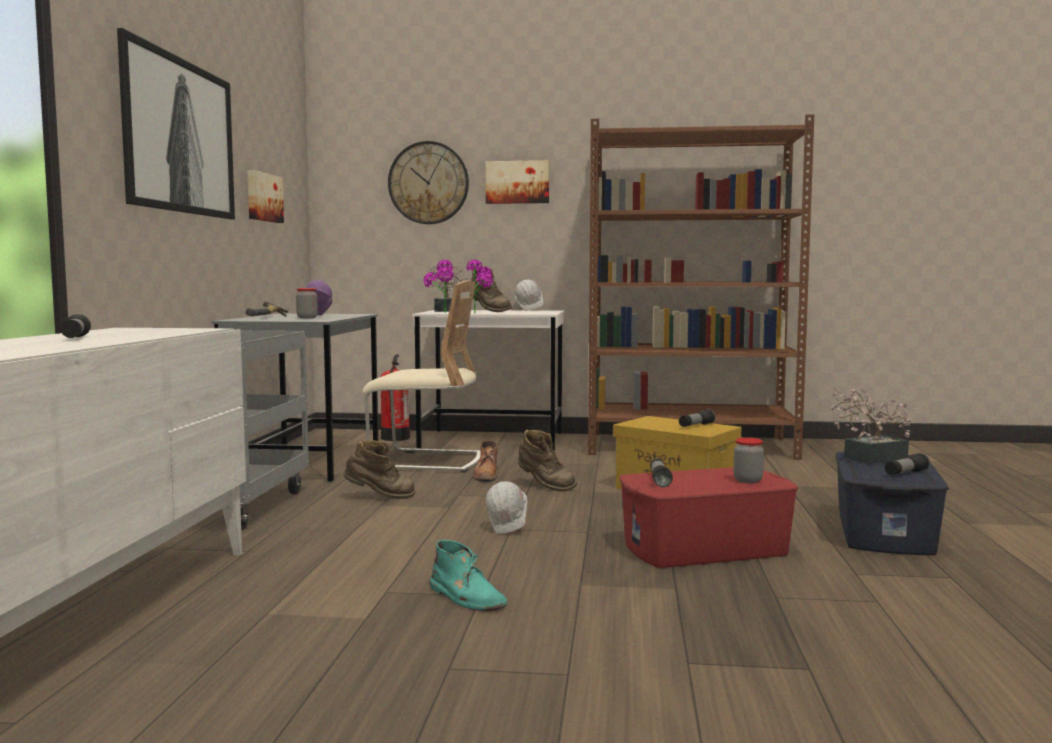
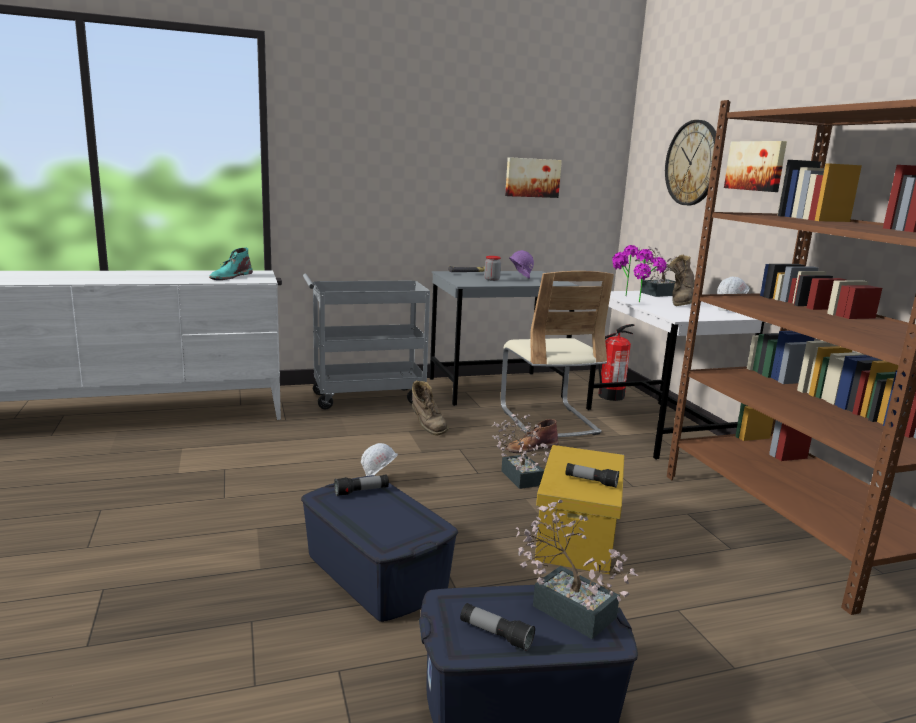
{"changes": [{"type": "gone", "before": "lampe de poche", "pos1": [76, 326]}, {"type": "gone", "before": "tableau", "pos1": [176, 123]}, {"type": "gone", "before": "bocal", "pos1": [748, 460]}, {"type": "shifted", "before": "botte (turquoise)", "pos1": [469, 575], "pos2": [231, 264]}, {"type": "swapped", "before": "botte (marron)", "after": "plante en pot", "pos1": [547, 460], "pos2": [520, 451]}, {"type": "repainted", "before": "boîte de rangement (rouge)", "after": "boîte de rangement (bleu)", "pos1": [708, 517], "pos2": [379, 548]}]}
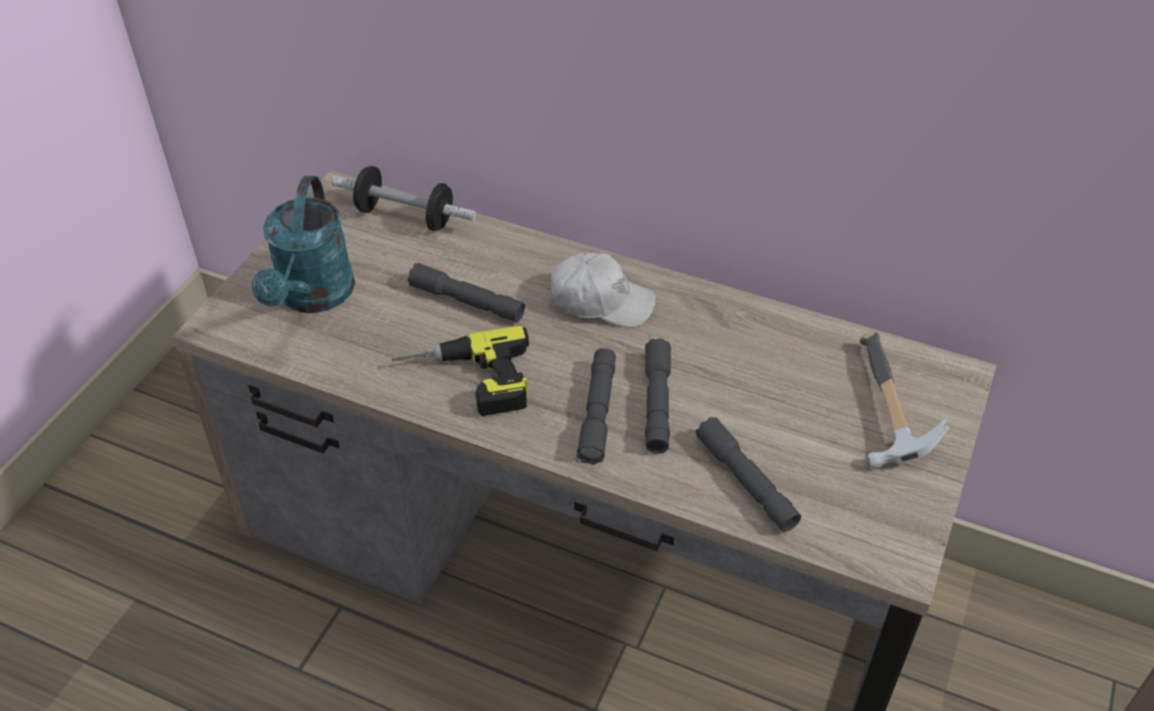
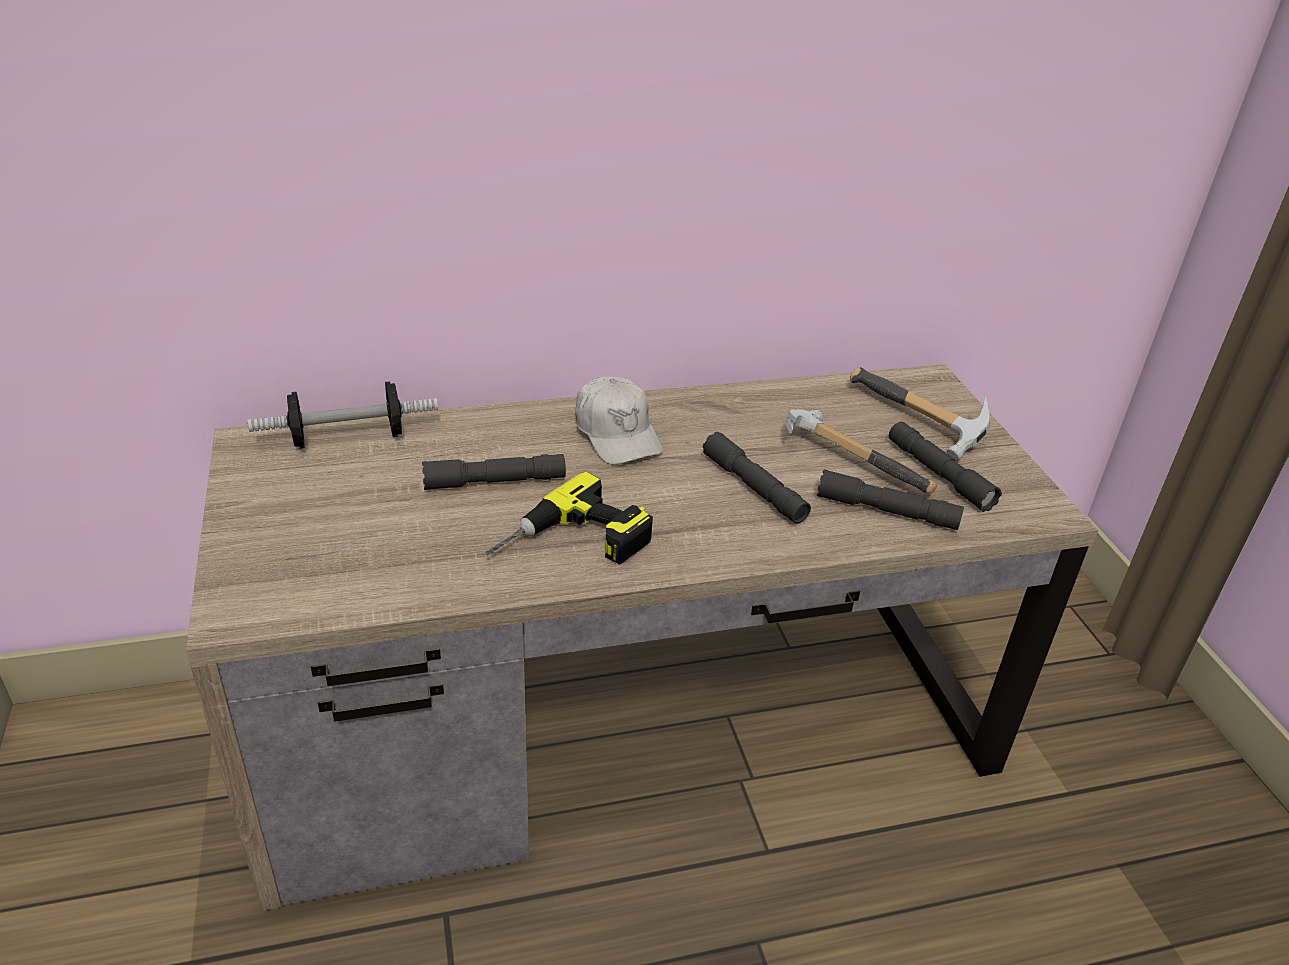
{"changes": [{"type": "gone", "before": "arrosoir (turquoise)", "pos1": [303, 244]}, {"type": "new", "after": "marteau", "pos2": [861, 451]}, {"type": "shifted", "before": "lampe de poche (gris)", "pos1": [596, 406], "pos2": [945, 467]}, {"type": "rotated", "before": "casquette (blanc)", "pos1": [603, 290], "pos2": [619, 420], "turn": 90}]}
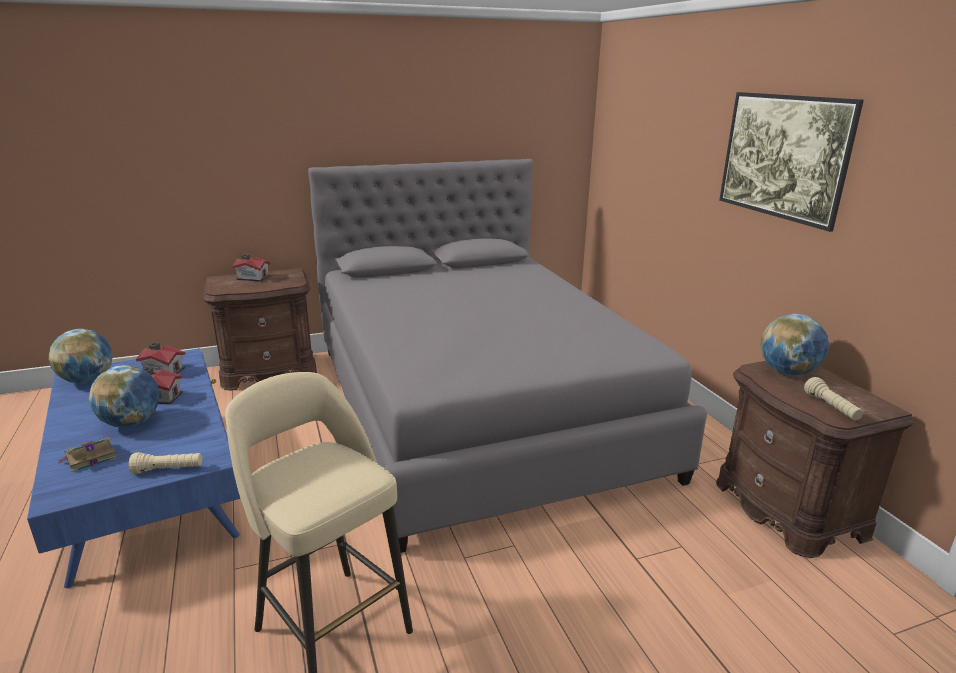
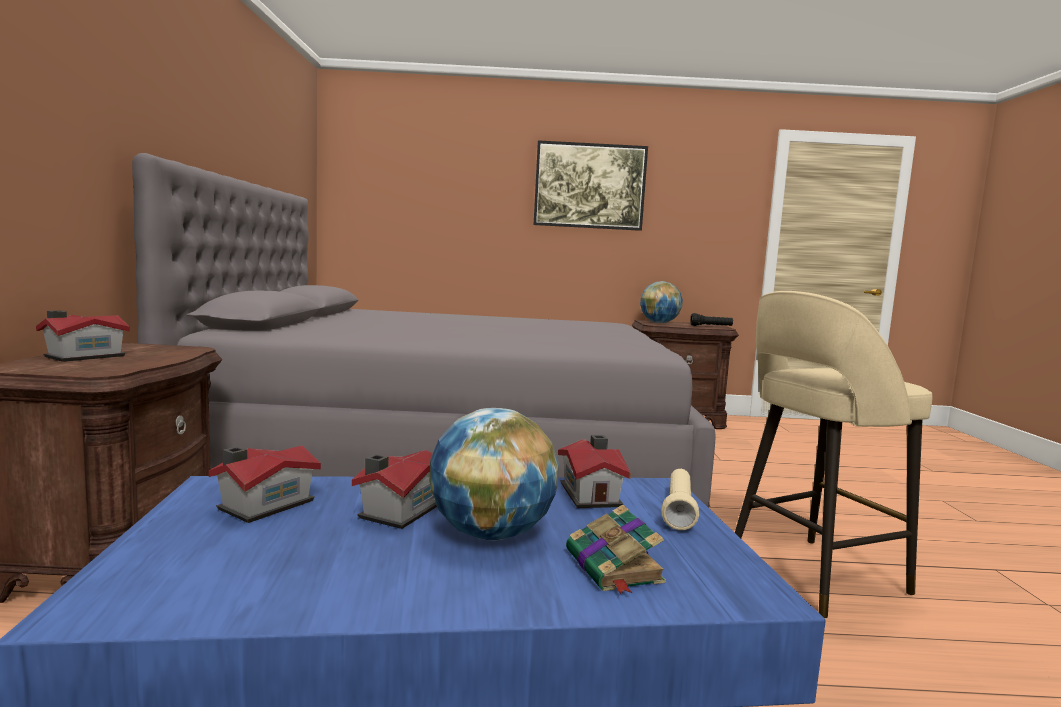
{"changes": [{"type": "gone", "before": "globe", "pos1": [81, 356]}, {"type": "new", "after": "maison miniature", "pos2": [594, 471]}, {"type": "repainted", "before": "lampe de poche (beige)", "after": "lampe de poche (noir)", "pos1": [833, 399], "pos2": [712, 319]}]}
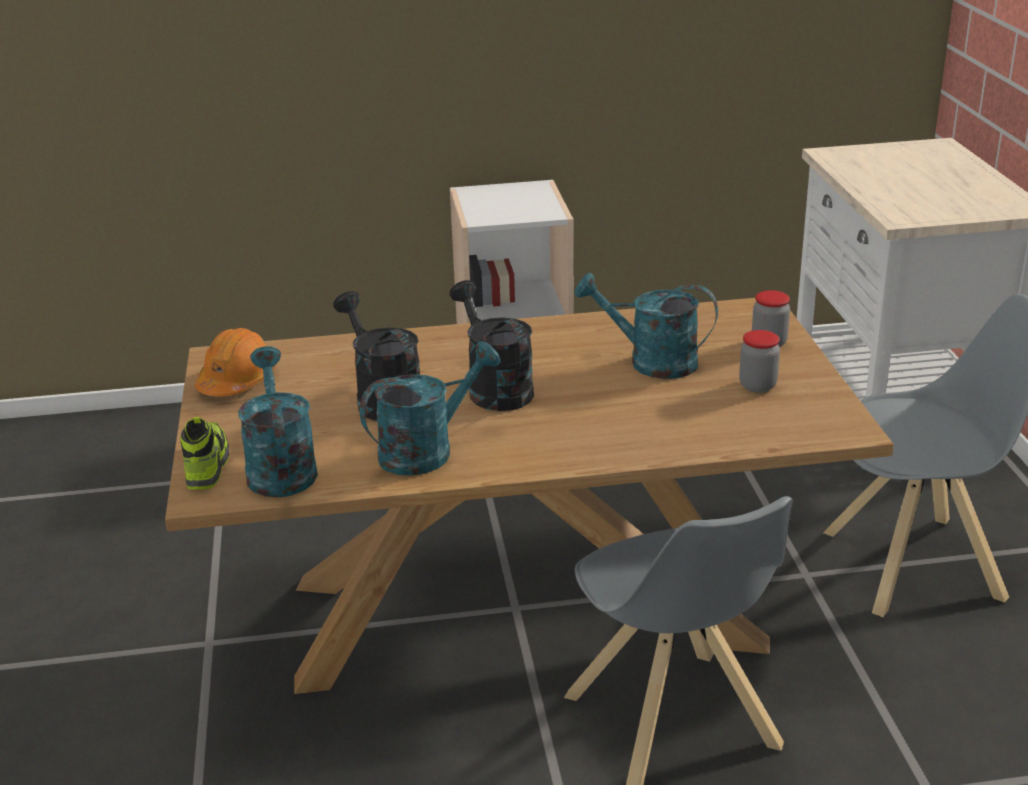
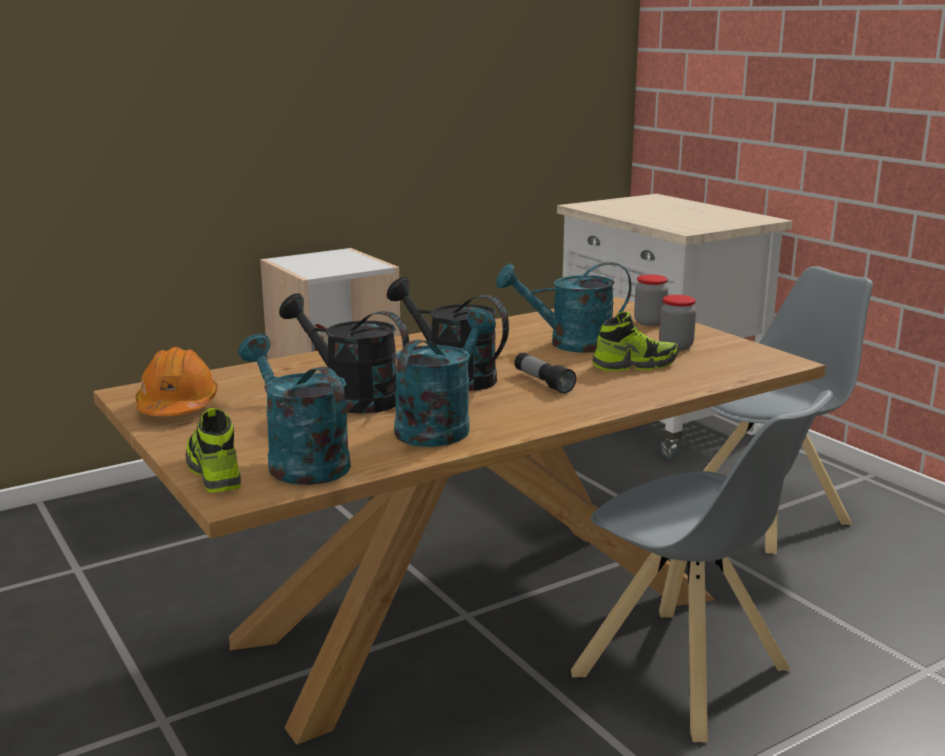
{"changes": [{"type": "new", "after": "lampe de poche", "pos2": [545, 373]}, {"type": "new", "after": "chaussure", "pos2": [635, 341]}]}
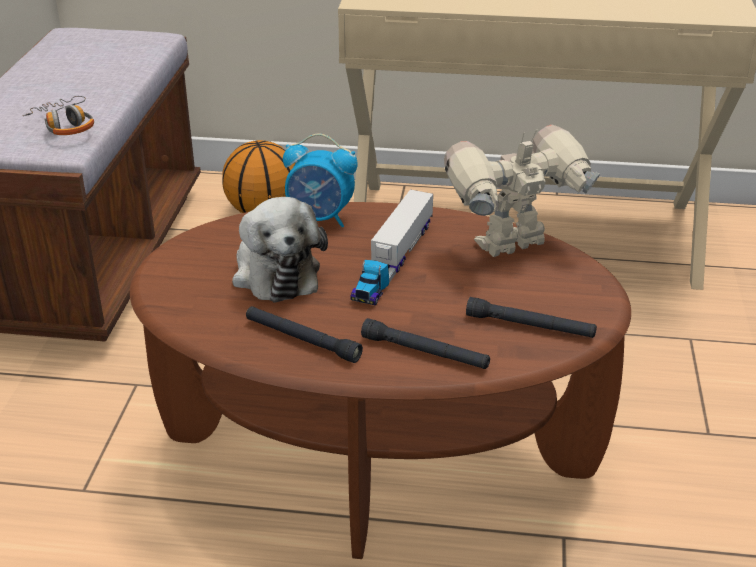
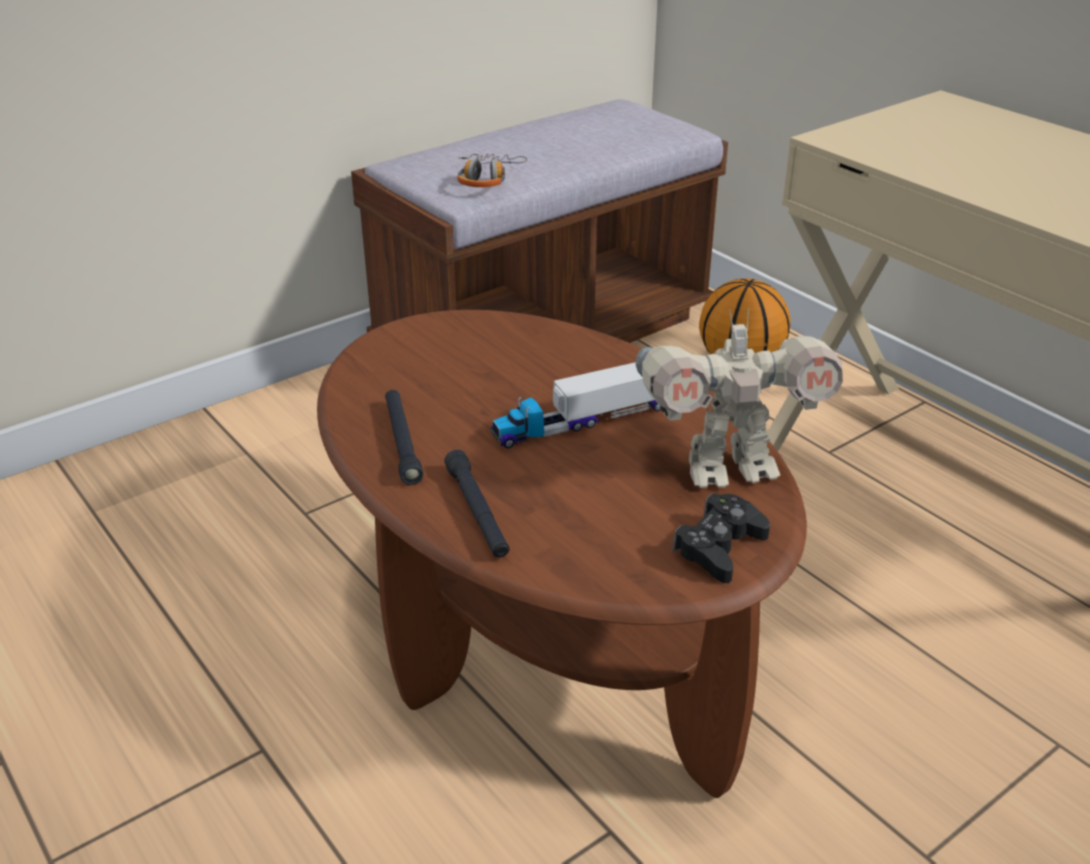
{"changes": [{"type": "gone", "before": "peluche", "pos1": [280, 249]}, {"type": "gone", "before": "réveil", "pos1": [320, 180]}, {"type": "gone", "before": "lampe de poche (noir)", "pos1": [531, 317]}, {"type": "new", "after": "manette (noir)", "pos2": [721, 538]}, {"type": "rotated", "before": "robot jouet", "pos1": [522, 191], "pos2": [739, 397], "turn": 150}]}
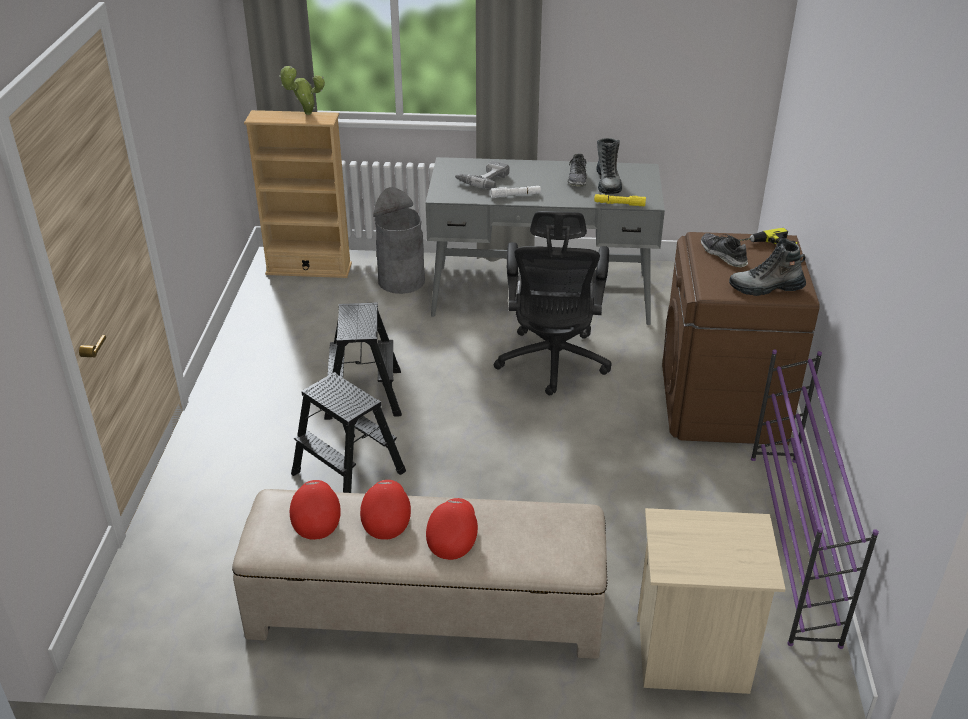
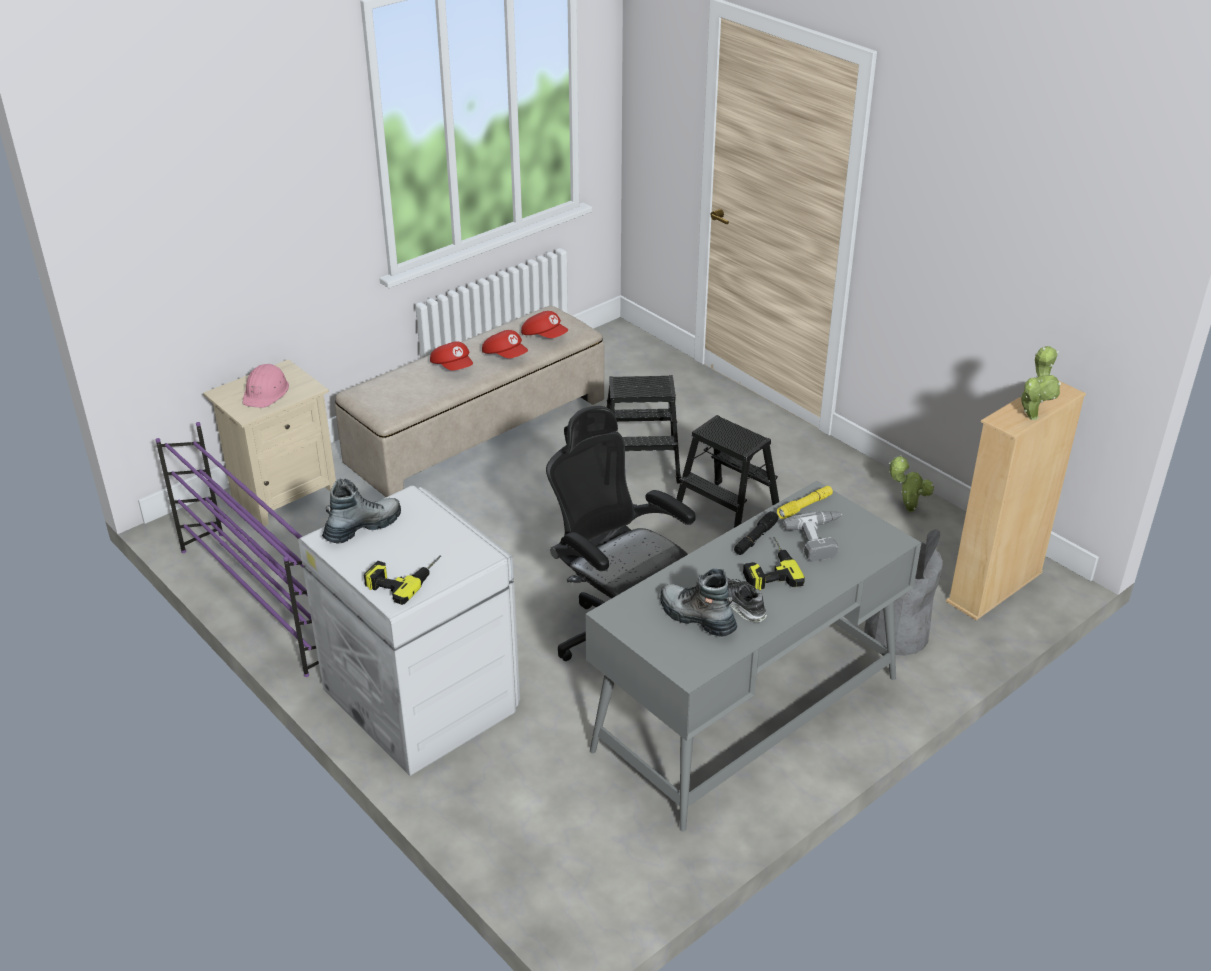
{"changes": [{"type": "gone", "before": "chaussure", "pos1": [724, 250]}, {"type": "new", "after": "casque de chantier (rose)", "pos2": [266, 386]}, {"type": "new", "after": "perceuse", "pos2": [774, 564]}, {"type": "new", "after": "plante en pot", "pos2": [911, 484]}, {"type": "shifted", "before": "lampe de poche (jaune)", "pos1": [620, 200], "pos2": [805, 502]}, {"type": "repainted", "before": "lampe de poche (blanc)", "after": "lampe de poche (noir)", "pos1": [515, 192], "pos2": [756, 533]}, {"type": "repainted", "before": "lave-linge (marron)", "after": "lave-linge (blanc)", "pos1": [741, 338], "pos2": [409, 630]}]}
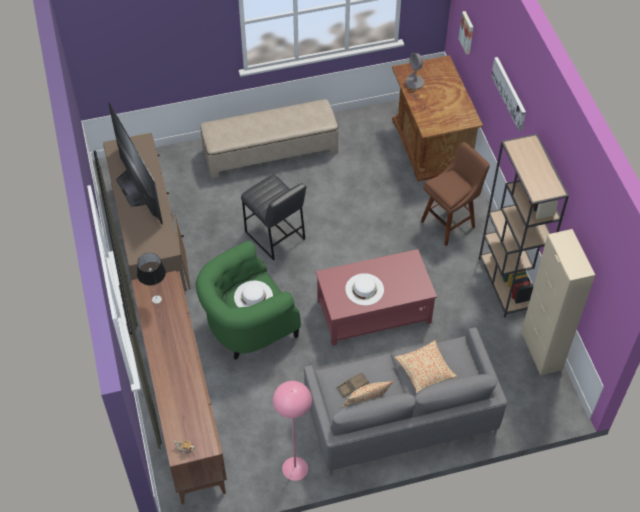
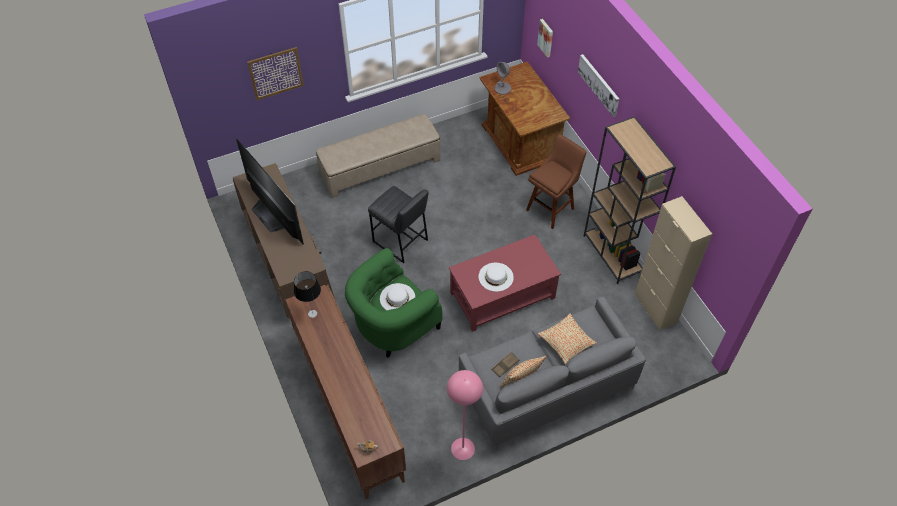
{"changes": [{"type": "new", "after": "tableau", "pos2": [275, 73]}]}
